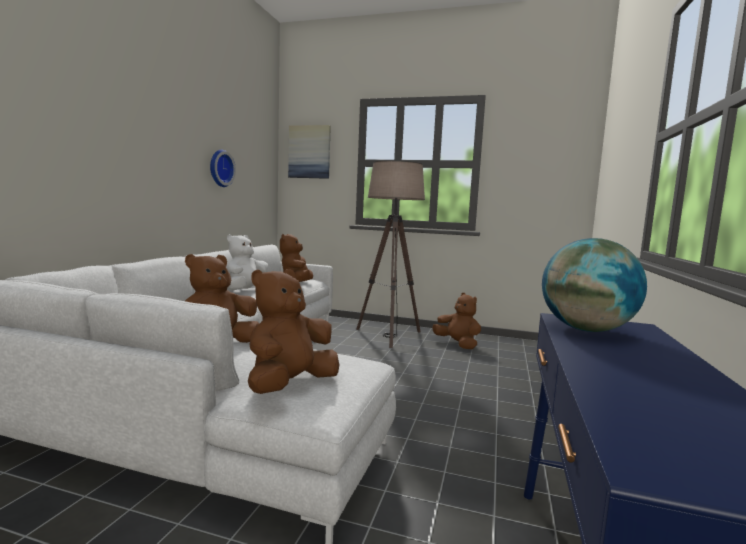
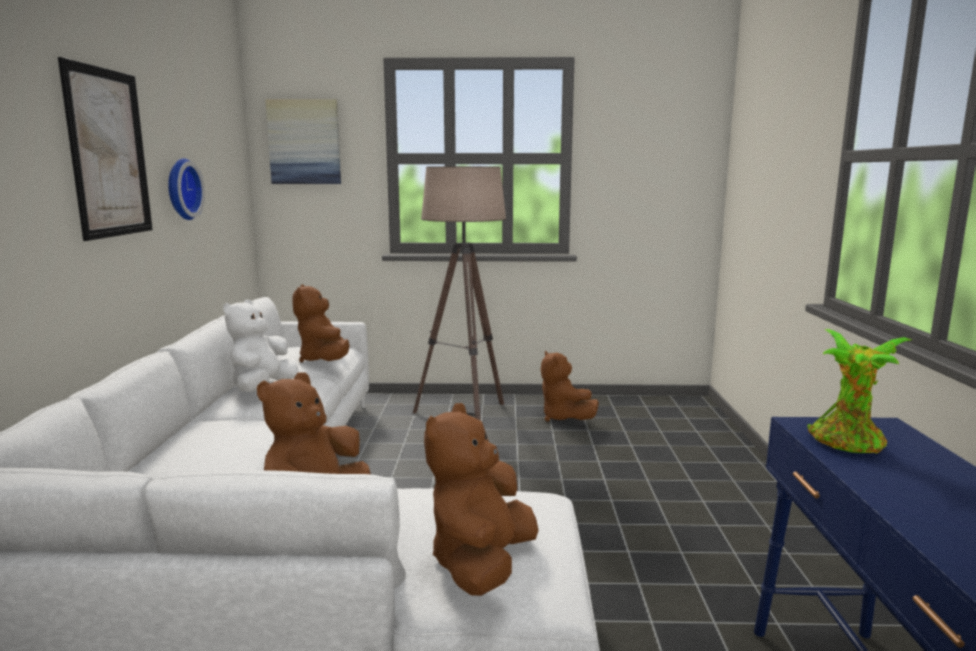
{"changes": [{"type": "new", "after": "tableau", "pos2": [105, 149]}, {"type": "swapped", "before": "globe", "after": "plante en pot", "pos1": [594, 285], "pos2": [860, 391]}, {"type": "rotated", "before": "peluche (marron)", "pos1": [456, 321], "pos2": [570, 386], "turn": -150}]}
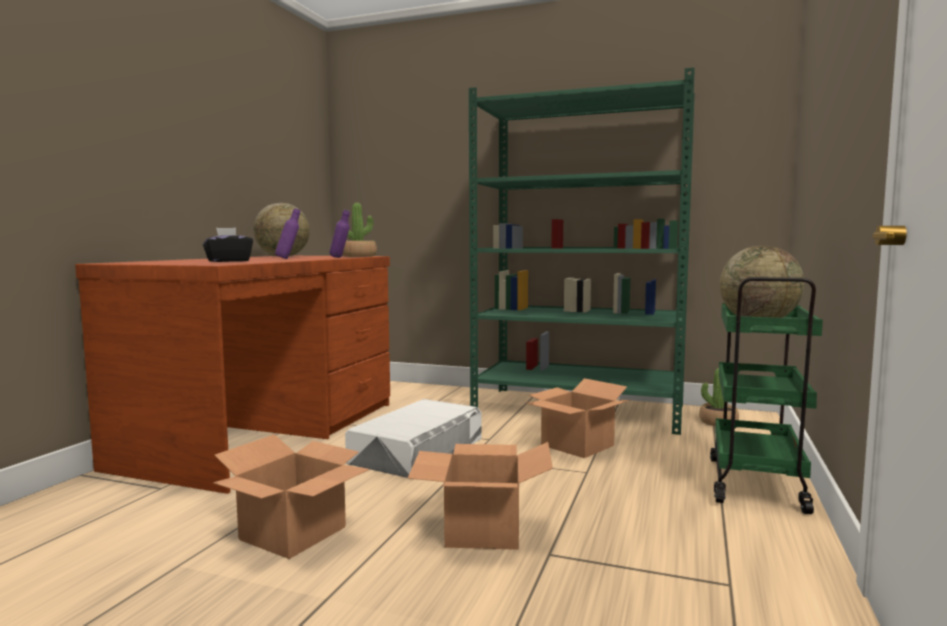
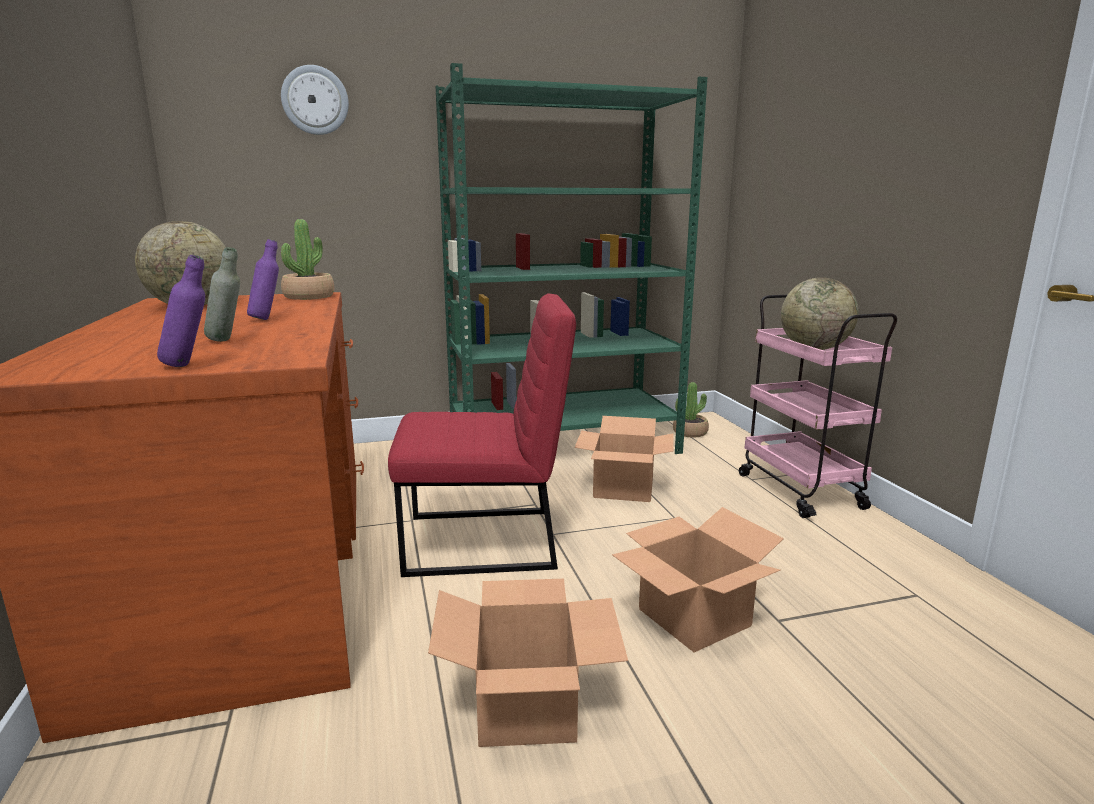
{"changes": [{"type": "new", "after": "horloge murale", "pos2": [315, 100]}, {"type": "shifted", "before": "bouteille (violet)", "pos1": [340, 233], "pos2": [181, 311]}, {"type": "swapped", "before": "boîte à mouchoirs (noir)", "after": "bouteille (gris)", "pos1": [228, 245], "pos2": [222, 294]}, {"type": "swapped", "before": "boîte de rangement (blanc)", "after": "chaise (rouge)", "pos1": [413, 438], "pos2": [482, 435]}, {"type": "repainted", "before": "chariot (vert)", "after": "chariot (rose)", "pos1": [766, 395], "pos2": [818, 406]}]}
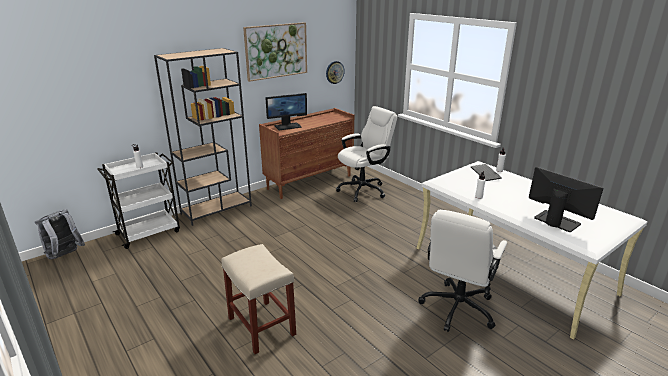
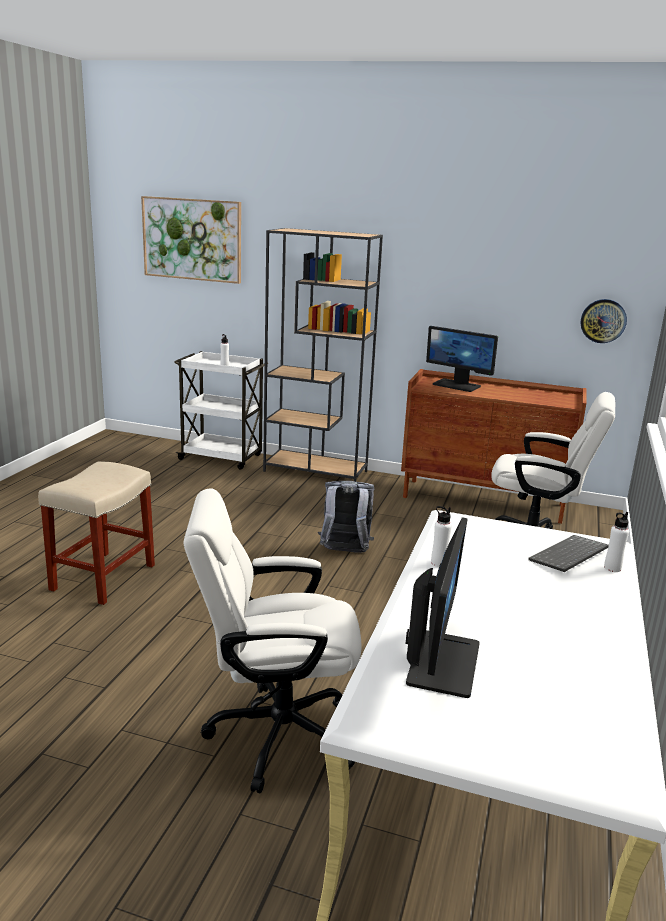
{"changes": [{"type": "shifted", "before": "sac à dos (gris)", "pos1": [60, 234], "pos2": [346, 517]}, {"type": "shifted", "before": "tableau", "pos1": [275, 52], "pos2": [191, 240]}]}
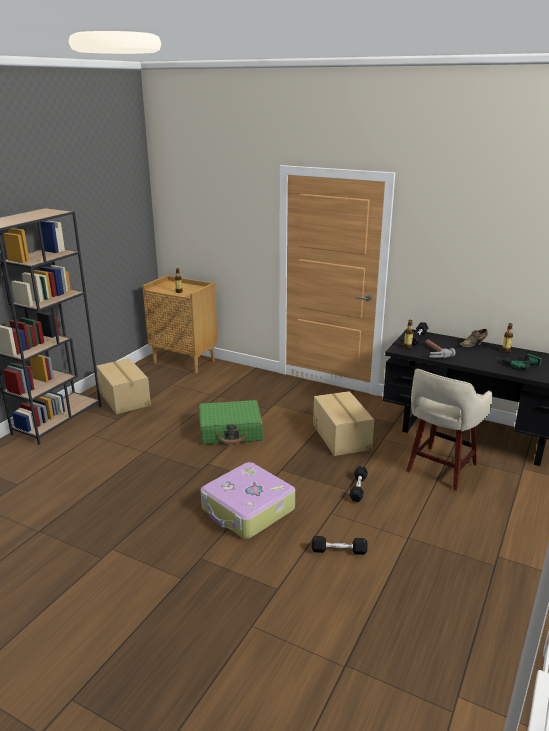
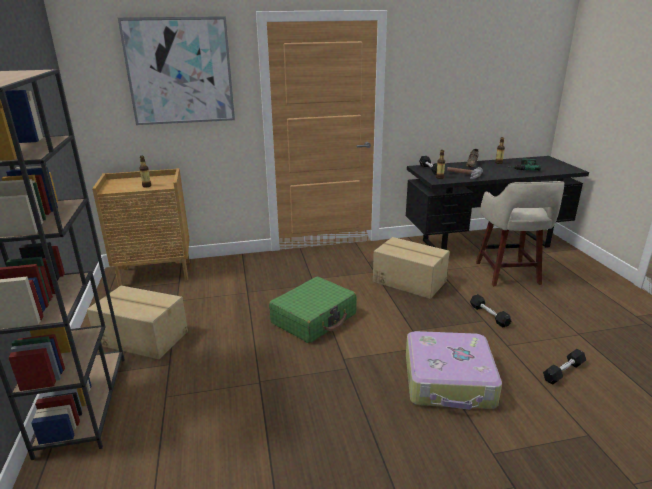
{"changes": [{"type": "new", "after": "tableau", "pos2": [176, 70]}]}
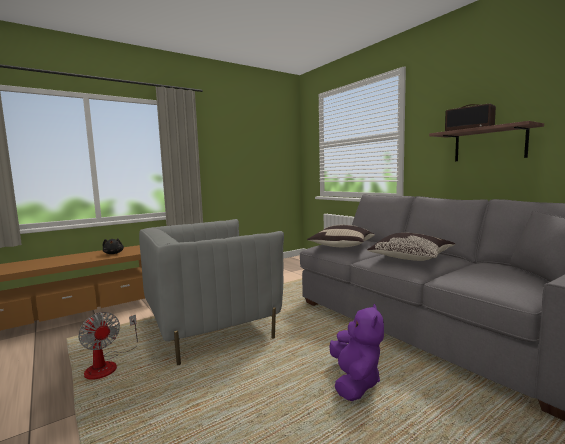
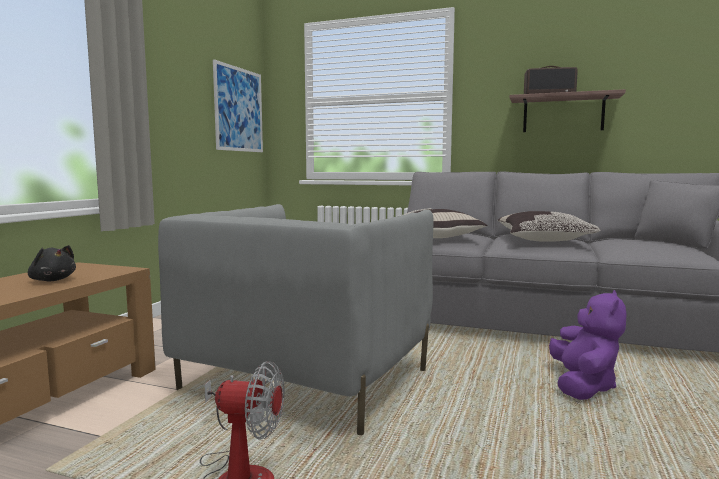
{"changes": [{"type": "new", "after": "tableau", "pos2": [238, 105]}, {"type": "rotated", "before": "peluche (violet)", "pos1": [357, 352], "pos2": [588, 345], "turn": 45}]}
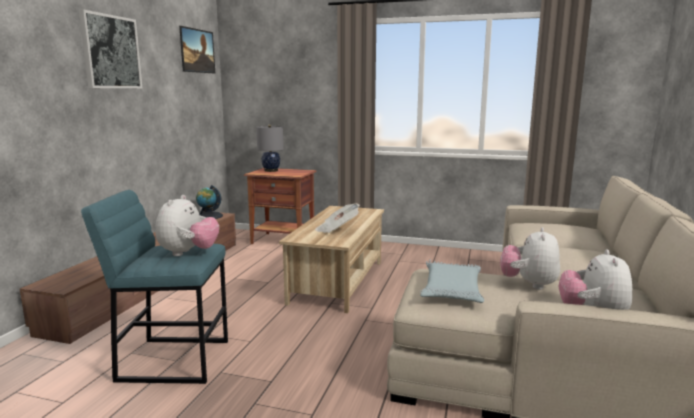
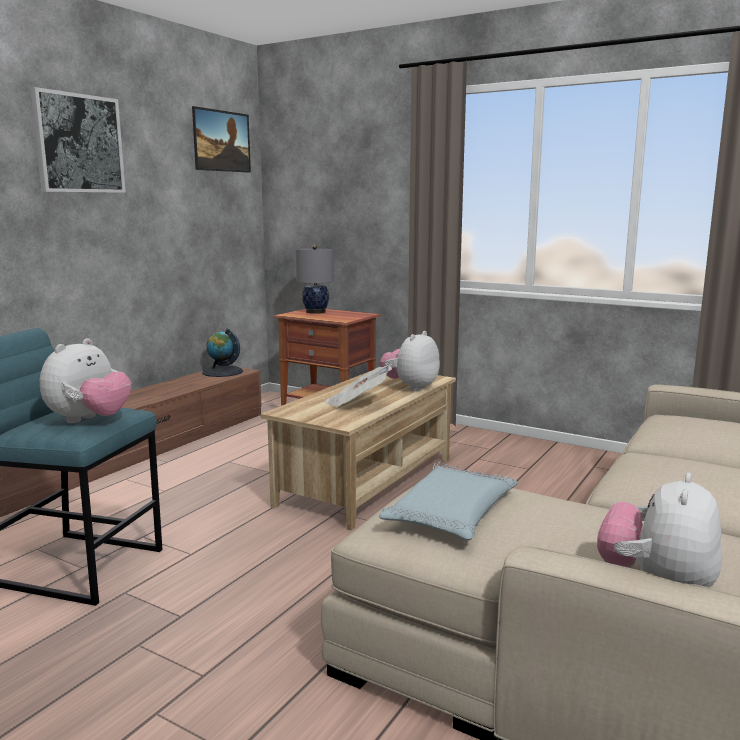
{"changes": [{"type": "shifted", "before": "peluche", "pos1": [530, 258], "pos2": [410, 361]}]}
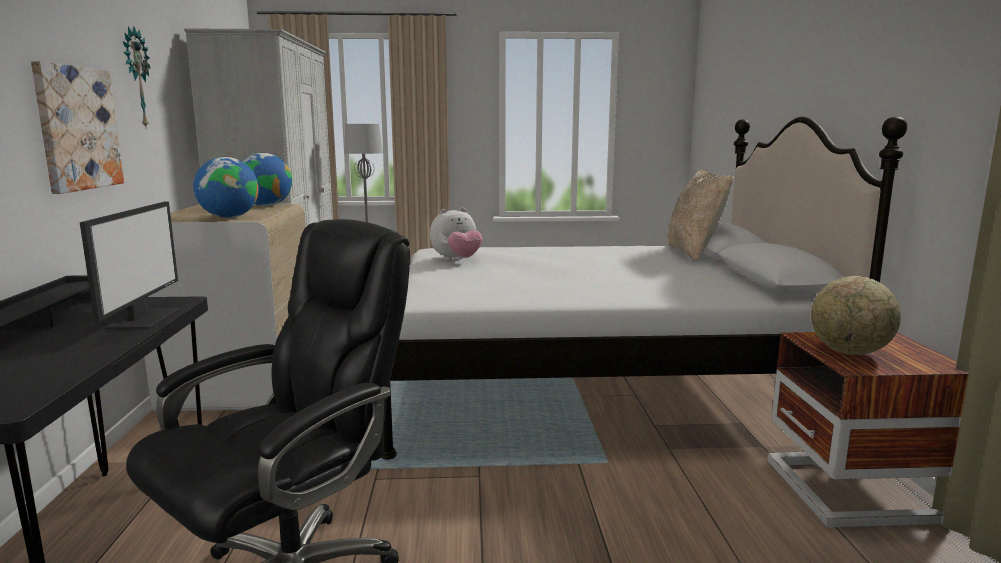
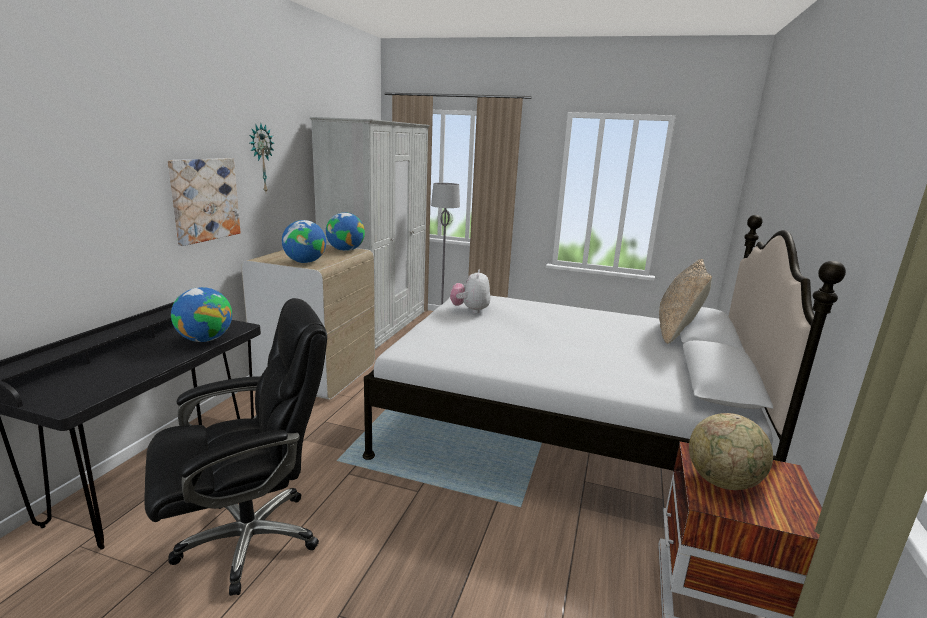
{"changes": [{"type": "swapped", "before": "écran d'ordinateur", "after": "globe", "pos1": [129, 265], "pos2": [201, 314]}, {"type": "rotated", "before": "peluche", "pos1": [456, 234], "pos2": [470, 291], "turn": 105}]}
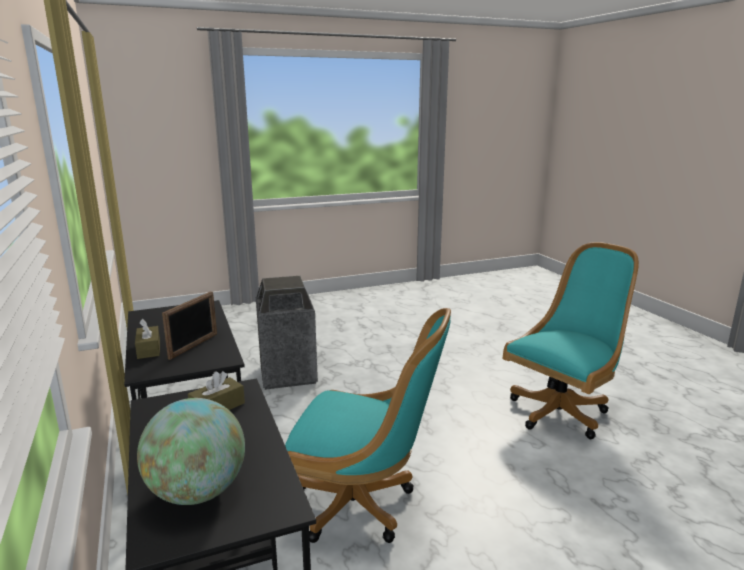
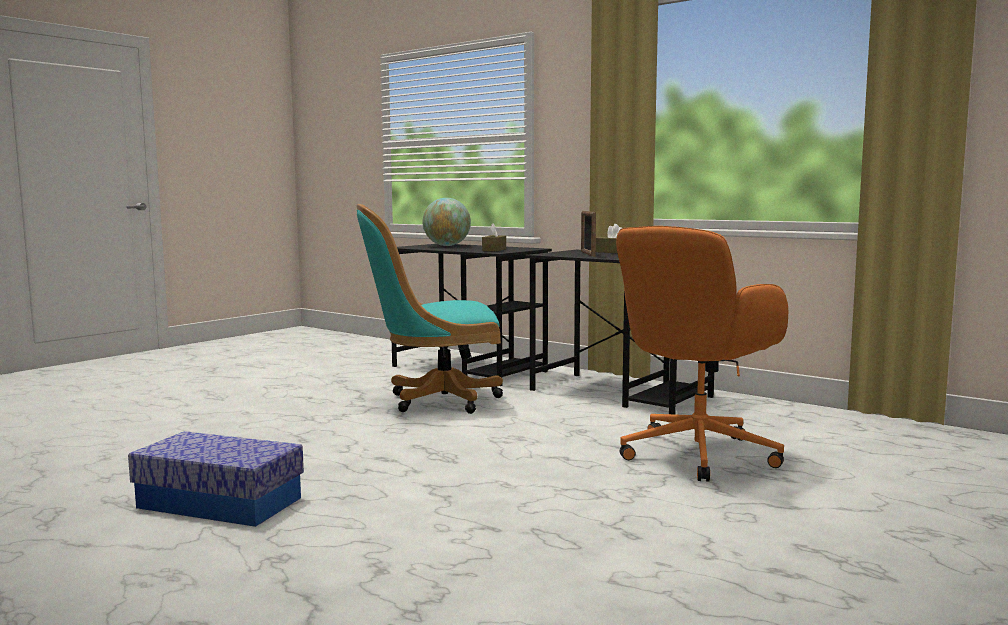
{"changes": [{"type": "swapped", "before": "poubelle", "after": "chaise de bureau (orange)", "pos1": [287, 333], "pos2": [702, 354]}, {"type": "swapped", "before": "chaise de bureau (turquoise)", "after": "boîte de rangement", "pos1": [570, 341], "pos2": [216, 479]}]}
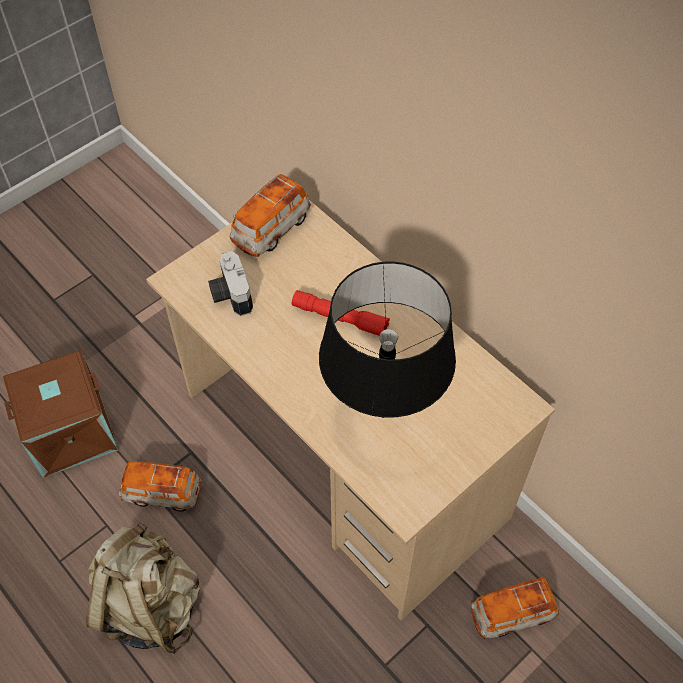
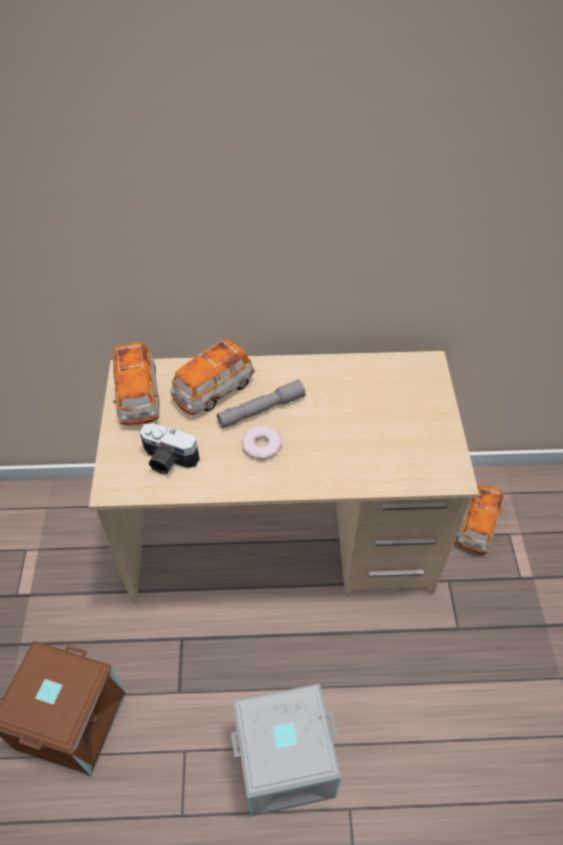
{"changes": [{"type": "gone", "before": "lampe de table (noir)", "pos1": [387, 340]}, {"type": "new", "after": "beignet", "pos2": [262, 442]}, {"type": "shifted", "before": "petite voiture", "pos1": [160, 486], "pos2": [212, 376]}, {"type": "swapped", "before": "sac à dos (beige)", "after": "boîte de rangement (gris)", "pos1": [143, 588], "pos2": [286, 750]}, {"type": "repainted", "before": "lampe de poche (rouge)", "after": "lampe de poche (gris)", "pos1": [341, 313], "pos2": [261, 403]}]}
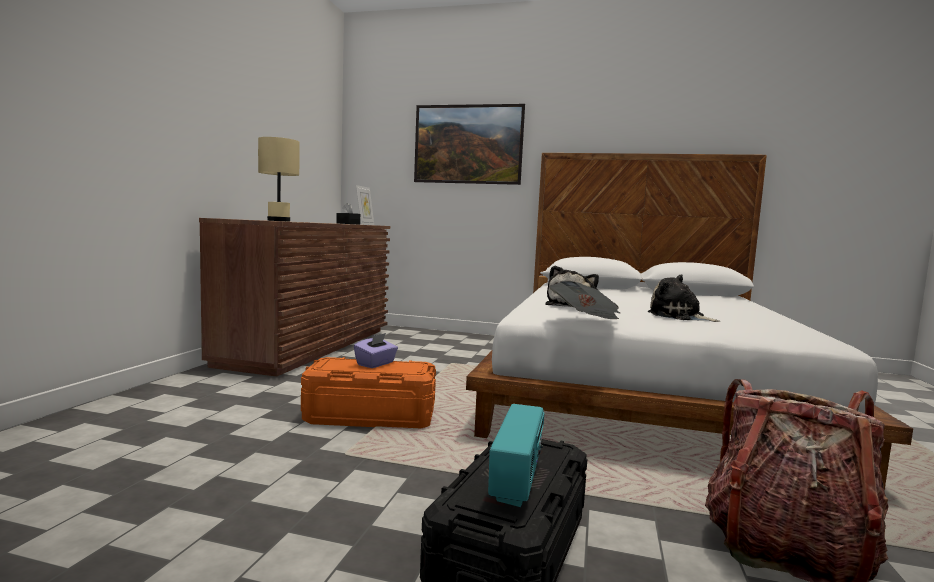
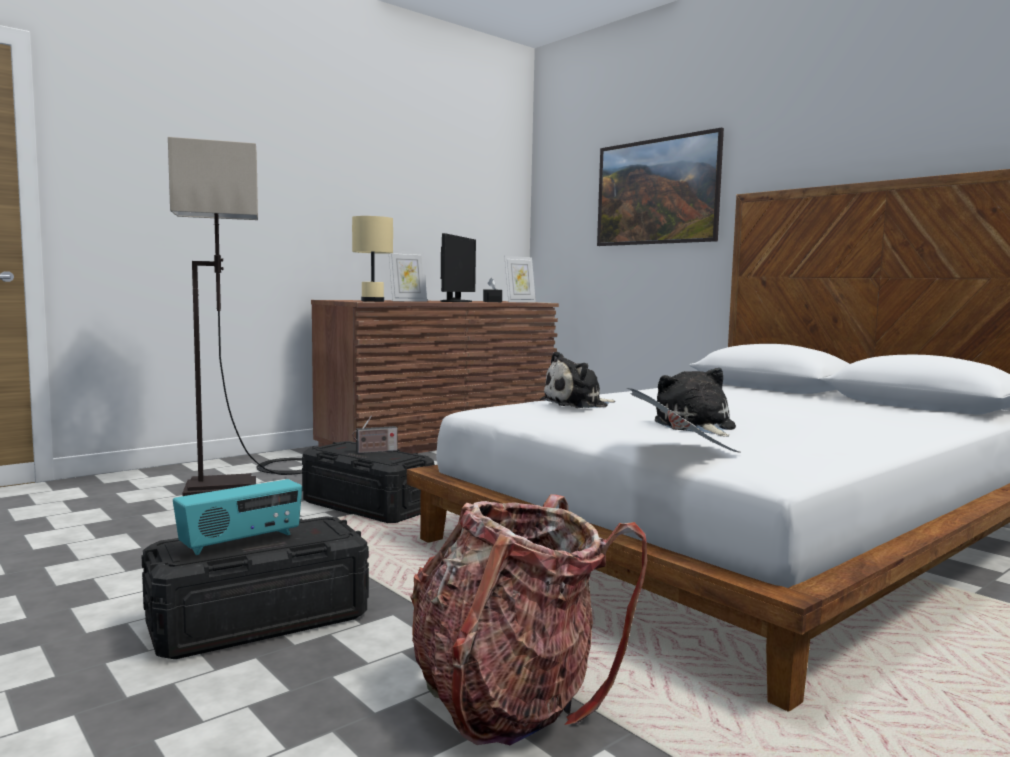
{"changes": [{"type": "new", "after": "lampadaire", "pos2": [235, 316]}, {"type": "new", "after": "cadre photo", "pos2": [408, 276]}, {"type": "new", "after": "écran d'ordinateur", "pos2": [458, 267]}, {"type": "shifted", "before": "journal", "pos1": [584, 300], "pos2": [683, 420]}, {"type": "swapped", "before": "boîte à mouchoirs (violet)", "after": "radio", "pos1": [376, 350], "pos2": [374, 435]}, {"type": "repainted", "before": "boîte de rangement (orange)", "after": "boîte de rangement (noir)", "pos1": [368, 392], "pos2": [368, 482]}]}
